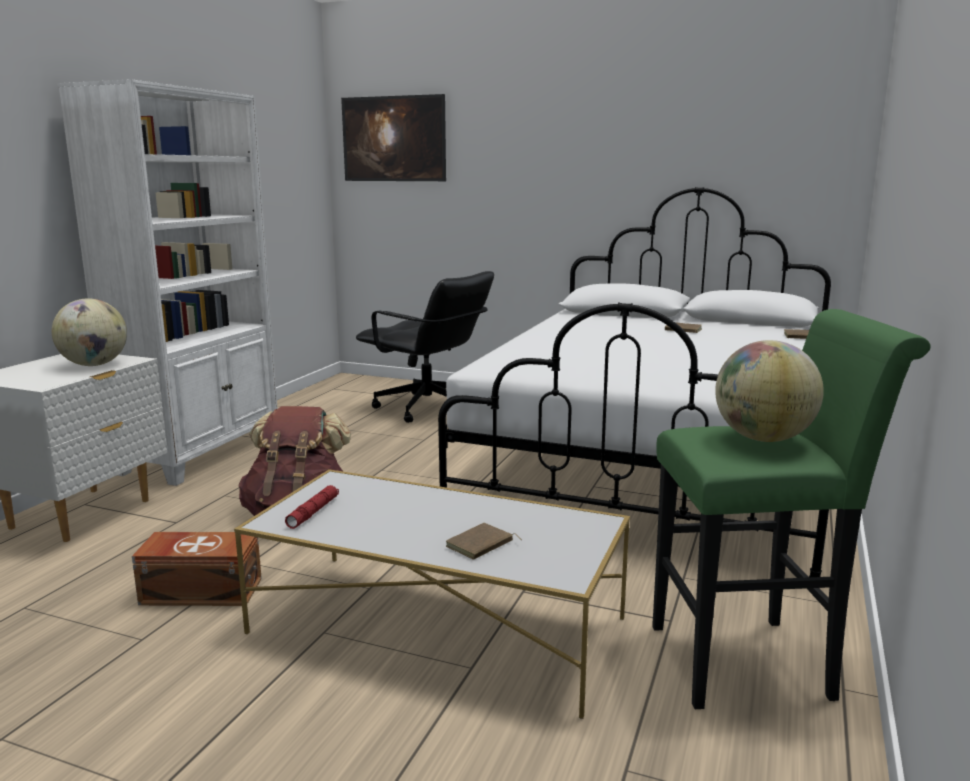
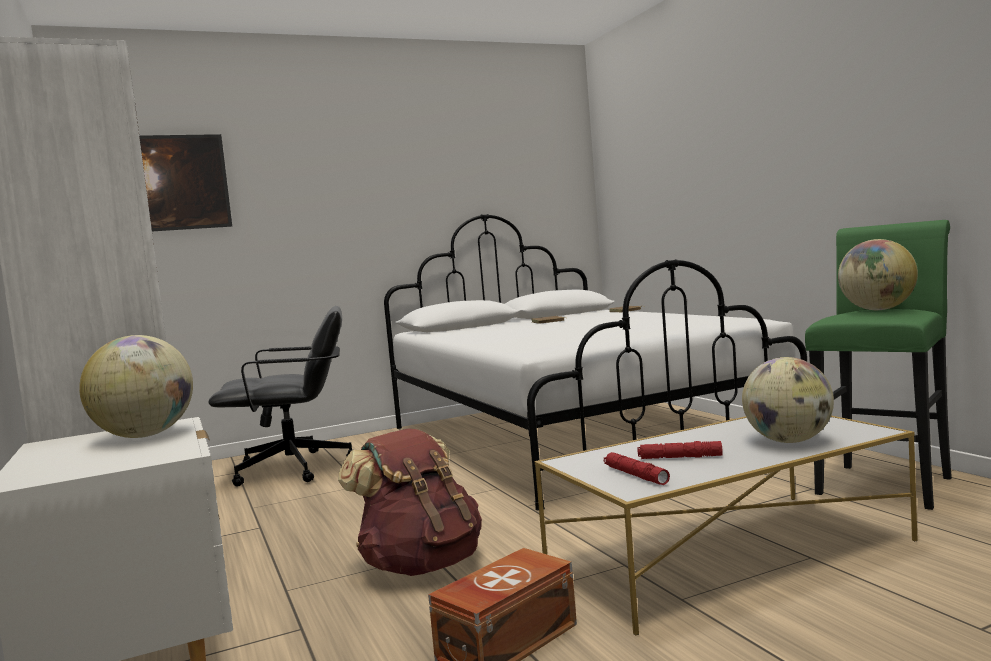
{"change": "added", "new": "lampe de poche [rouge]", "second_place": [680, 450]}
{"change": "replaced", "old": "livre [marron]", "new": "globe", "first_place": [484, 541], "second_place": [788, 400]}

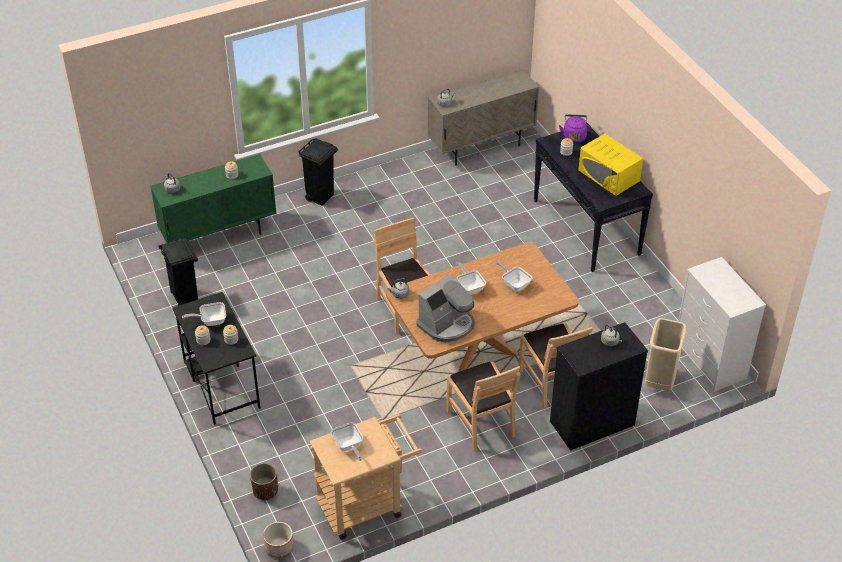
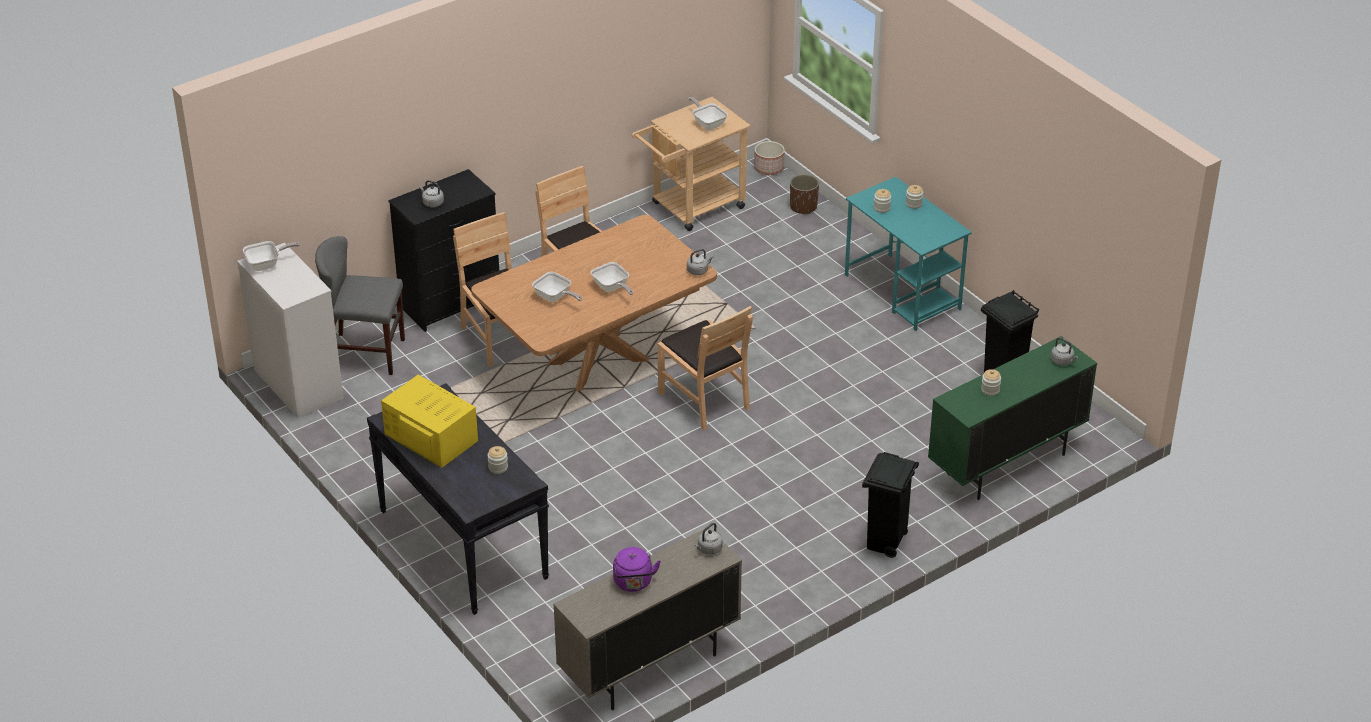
{"change": "removed", "old": "machine à café", "first_place": [446, 308]}
{"change": "moved", "old": "poêle", "first_place": [204, 314], "second_place": [271, 256]}
{"change": "moved", "old": "bouilloire [violet]", "first_place": [573, 129], "second_place": [637, 569]}
{"change": "replaced", "old": "poubelle [beige]", "new": "chaise [gris]", "first_place": [665, 354], "second_place": [360, 305]}
{"change": "recoloured", "old": "bureau [noir]", "new": "bureau [turquoise]", "first_place": [216, 358], "second_place": [908, 254]}

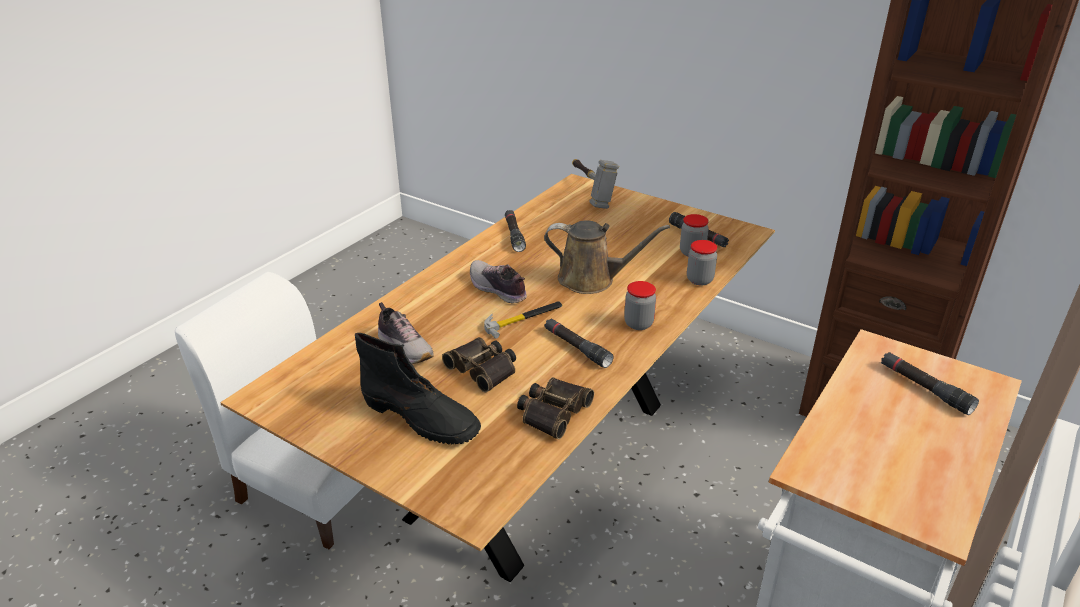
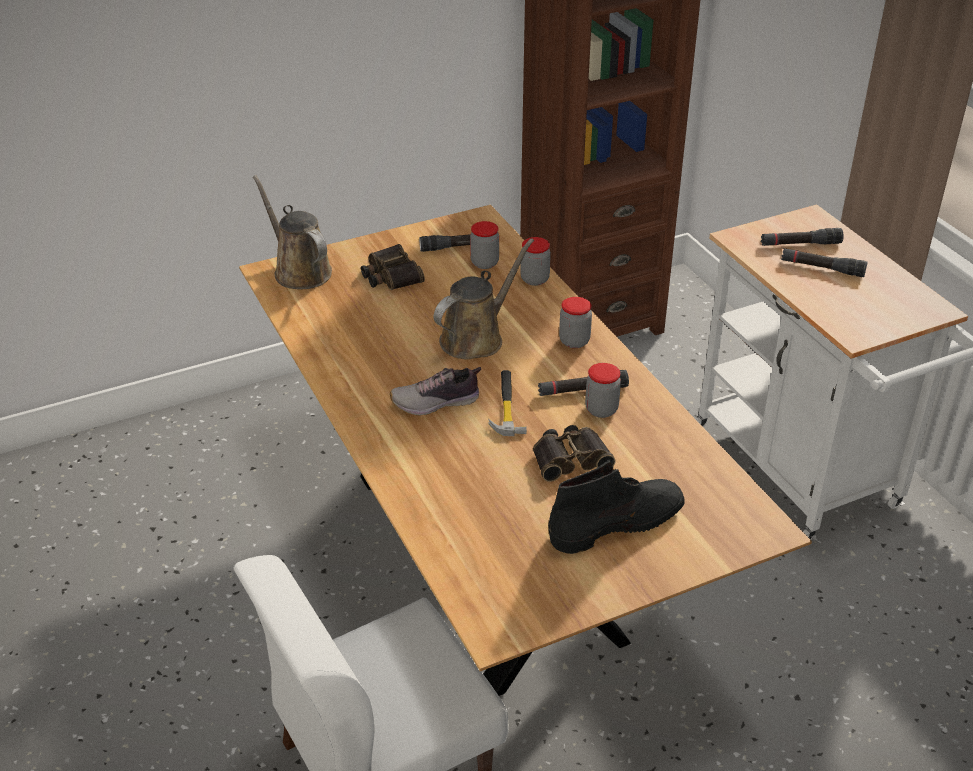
{"change": "removed", "old": "chaussure", "first_place": [406, 333]}
{"change": "added", "new": "bocal", "second_place": [603, 390]}
{"change": "moved", "old": "lampe de poche [noir]", "first_place": [515, 231], "second_place": [824, 262]}
{"change": "moved", "old": "jumelles", "first_place": [555, 408], "second_place": [393, 267]}
{"change": "replaced", "old": "marteau", "new": "arrosoir [marron]", "first_place": [595, 184], "second_place": [292, 232]}

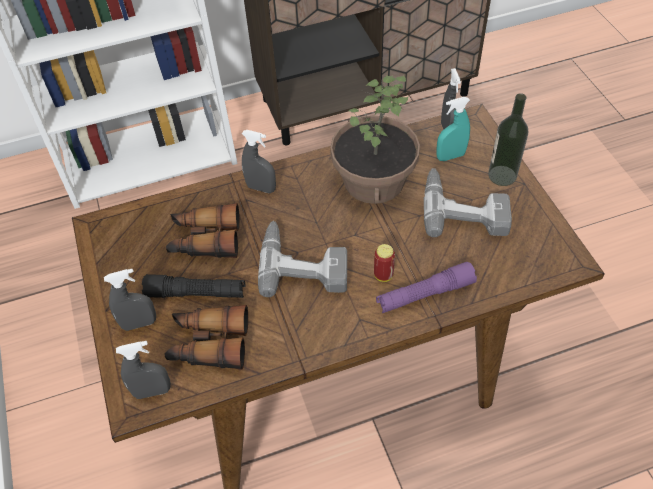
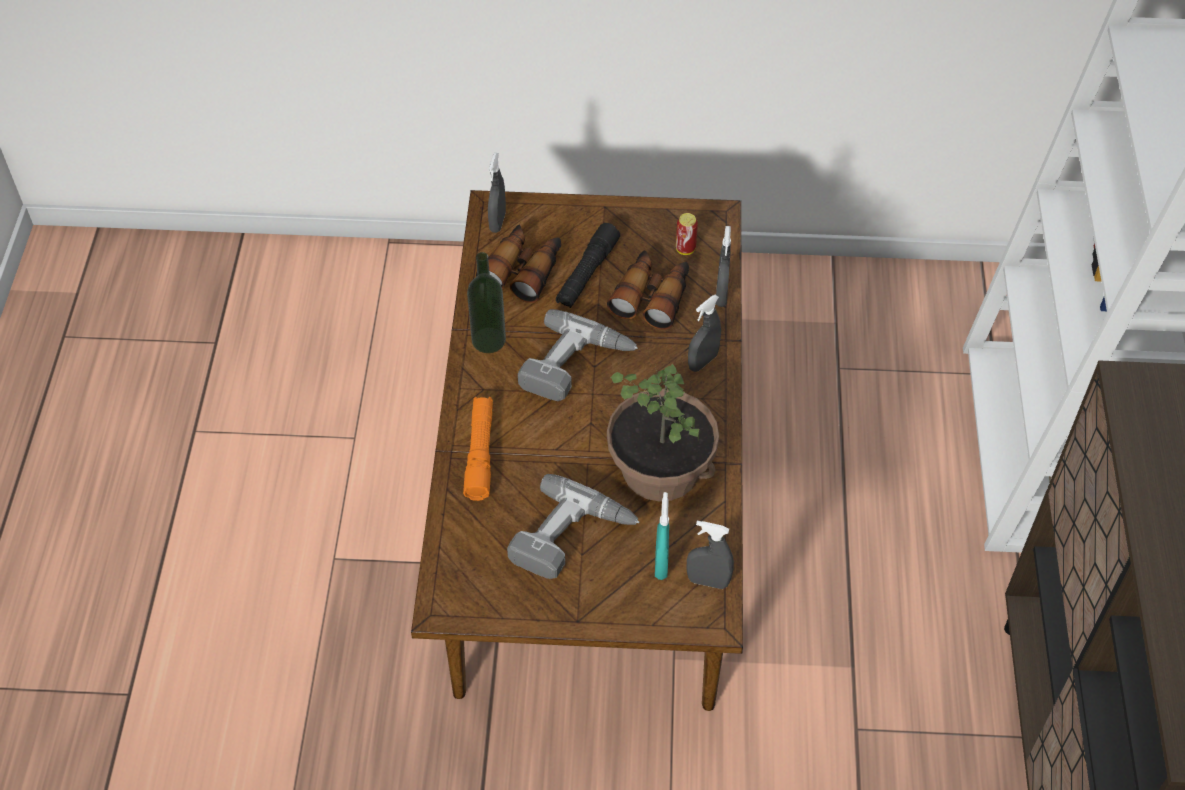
{"change": "moved", "old": "vaporisateur [gris]", "first_place": [130, 300], "second_place": [723, 266]}
{"change": "moved", "old": "boîte métallique", "first_place": [384, 263], "second_place": [687, 234]}
{"change": "moved", "old": "bouteille", "first_place": [508, 139], "second_place": [486, 302]}
{"change": "recoloured", "old": "lampe de poche [violet]", "new": "lampe de poche [orange]", "first_place": [426, 287], "second_place": [478, 449]}

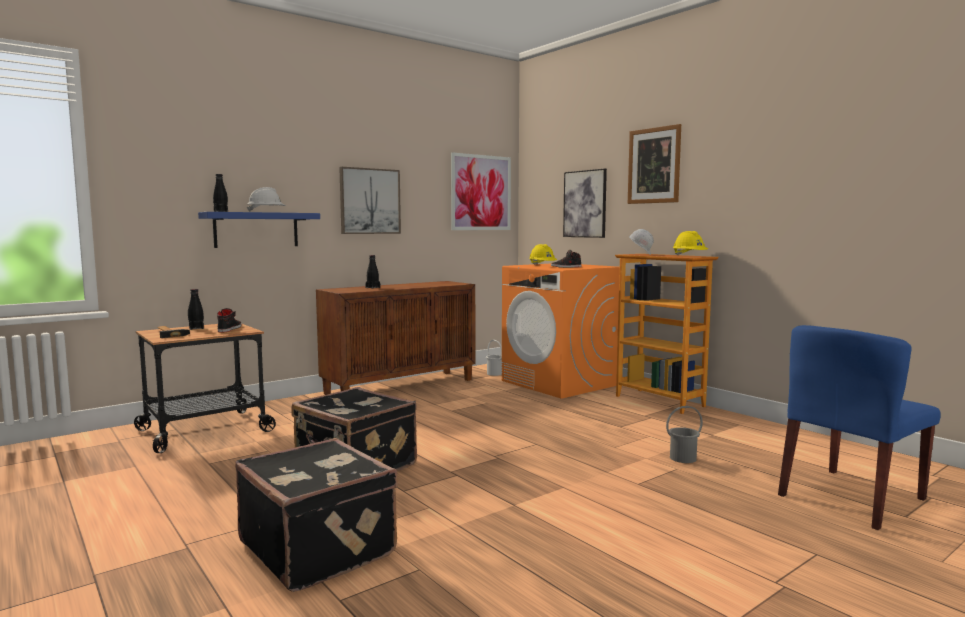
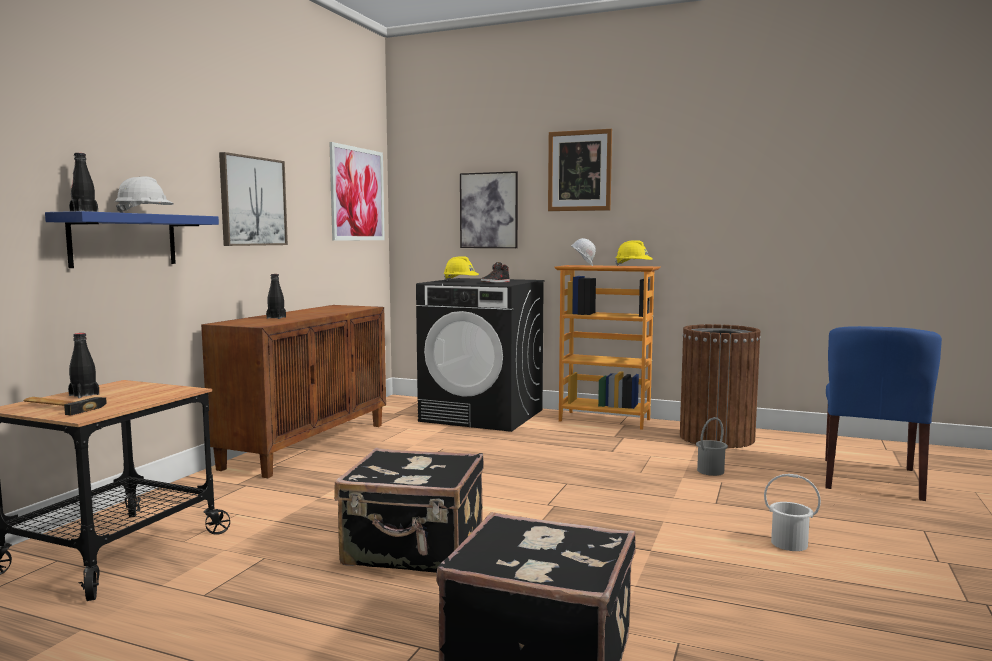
{"change": "removed", "old": "chaussure [noir]", "first_place": [229, 320]}
{"change": "added", "new": "poubelle [marron]", "second_place": [720, 386]}
{"change": "moved", "old": "seau [blanc]", "first_place": [494, 358], "second_place": [792, 512]}
{"change": "recoloured", "old": "lave-linge [orange]", "new": "lave-linge [noir]", "first_place": [561, 331], "second_place": [480, 355]}

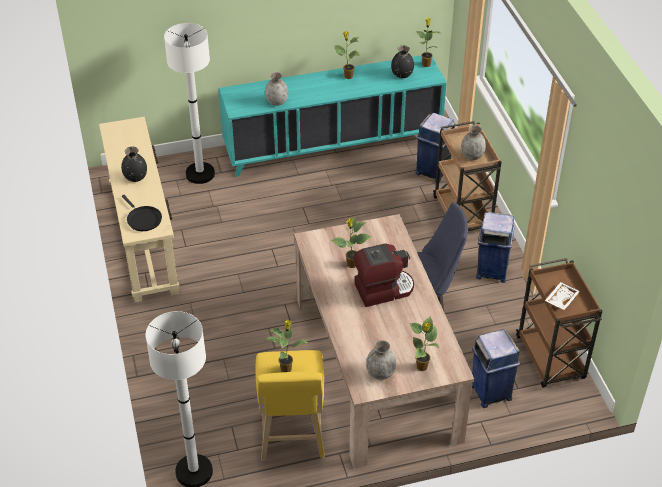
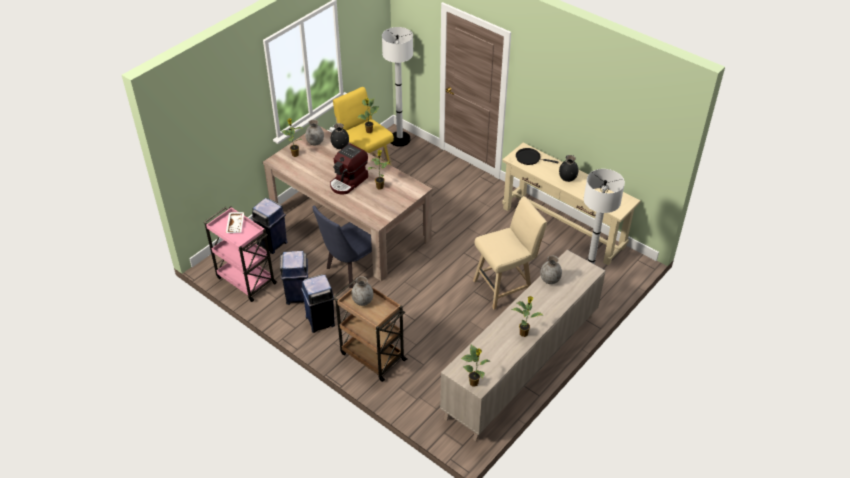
{"change": "added", "new": "tabouret [beige]", "second_place": [510, 253]}
{"change": "moved", "old": "vase [noir]", "first_place": [402, 61], "second_place": [340, 136]}
{"change": "moved", "old": "poubelle [bleu]", "first_place": [435, 147], "second_place": [294, 278]}
{"change": "recoloured", "old": "meuble de rangement [turquoise]", "new": "meuble de rangement [beige]", "first_place": [332, 116], "second_place": [523, 345]}
{"change": "recoloured", "old": "chariot [marron]", "new": "chariot [rose]", "first_place": [559, 323], "second_place": [240, 254]}

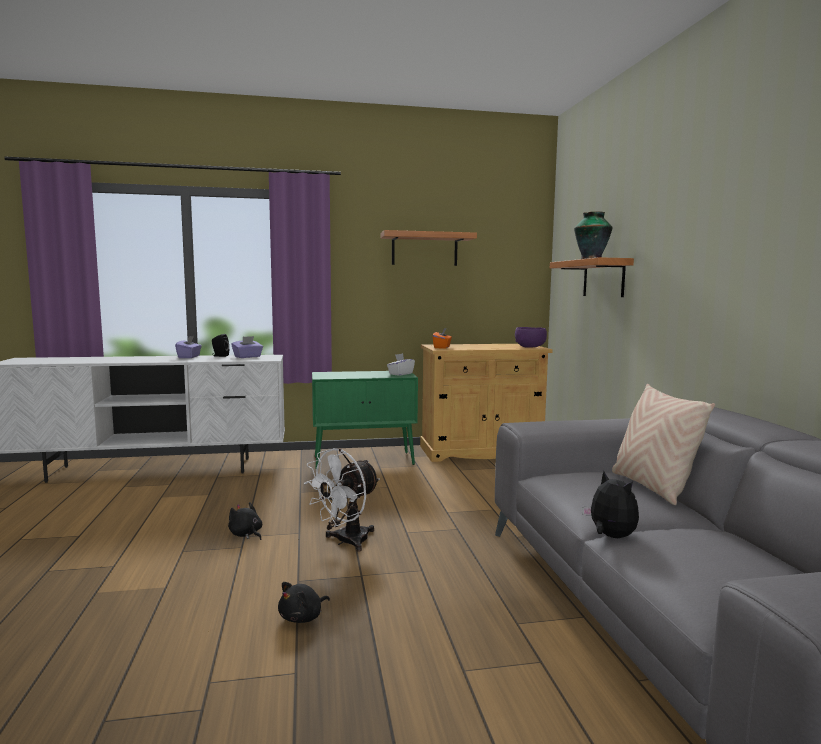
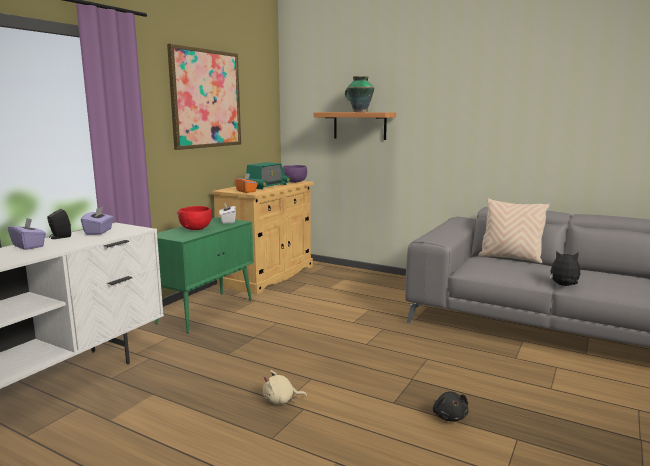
{"change": "removed", "old": "ventilateur [blanc]", "first_place": [342, 500]}
{"change": "added", "new": "bol [rouge]", "second_place": [194, 218]}
{"change": "added", "new": "radio", "second_place": [268, 175]}
{"change": "replaced", "old": "étagère", "new": "tableau", "first_place": [428, 248], "second_place": [204, 97]}
{"change": "recoloured", "old": "peluche [noir]", "new": "peluche [beige]", "first_place": [245, 521], "second_place": [285, 387]}

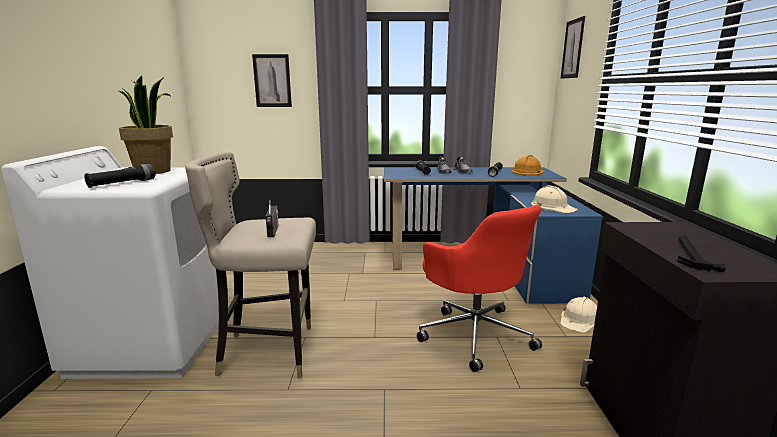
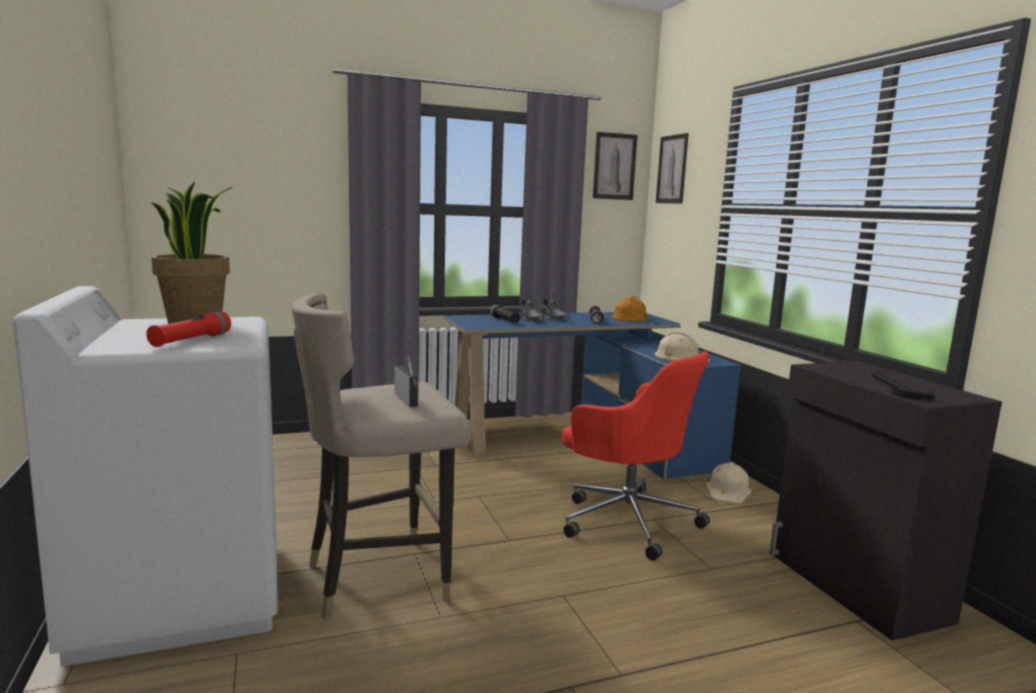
{"change": "moved", "old": "tableau", "first_place": [272, 80], "second_place": [615, 166]}
{"change": "recoloured", "old": "lampe de poche [noir]", "new": "lampe de poche [rouge]", "first_place": [120, 176], "second_place": [188, 329]}

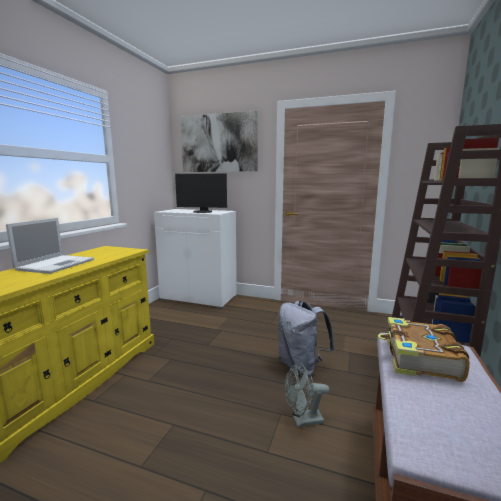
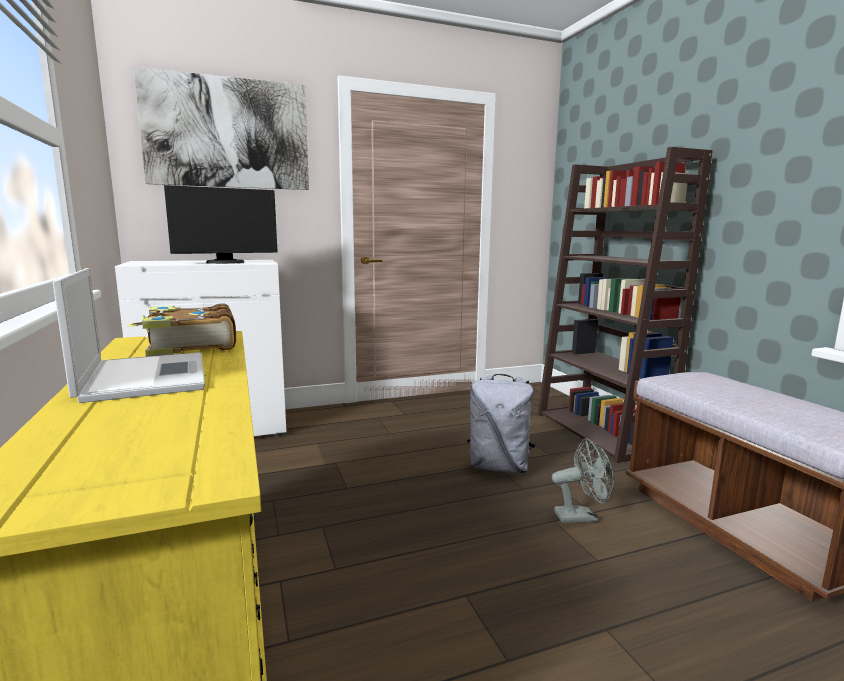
{"change": "moved", "old": "livre", "first_place": [424, 349], "second_place": [182, 330]}
{"change": "turned", "old": "ventilateur [gris]", "first_place": [307, 394], "second_place": [583, 480], "degrees": -135}

